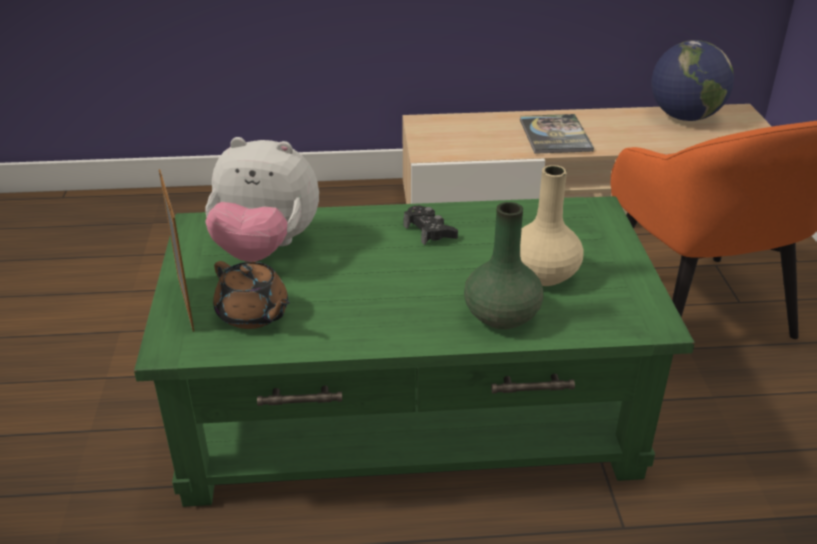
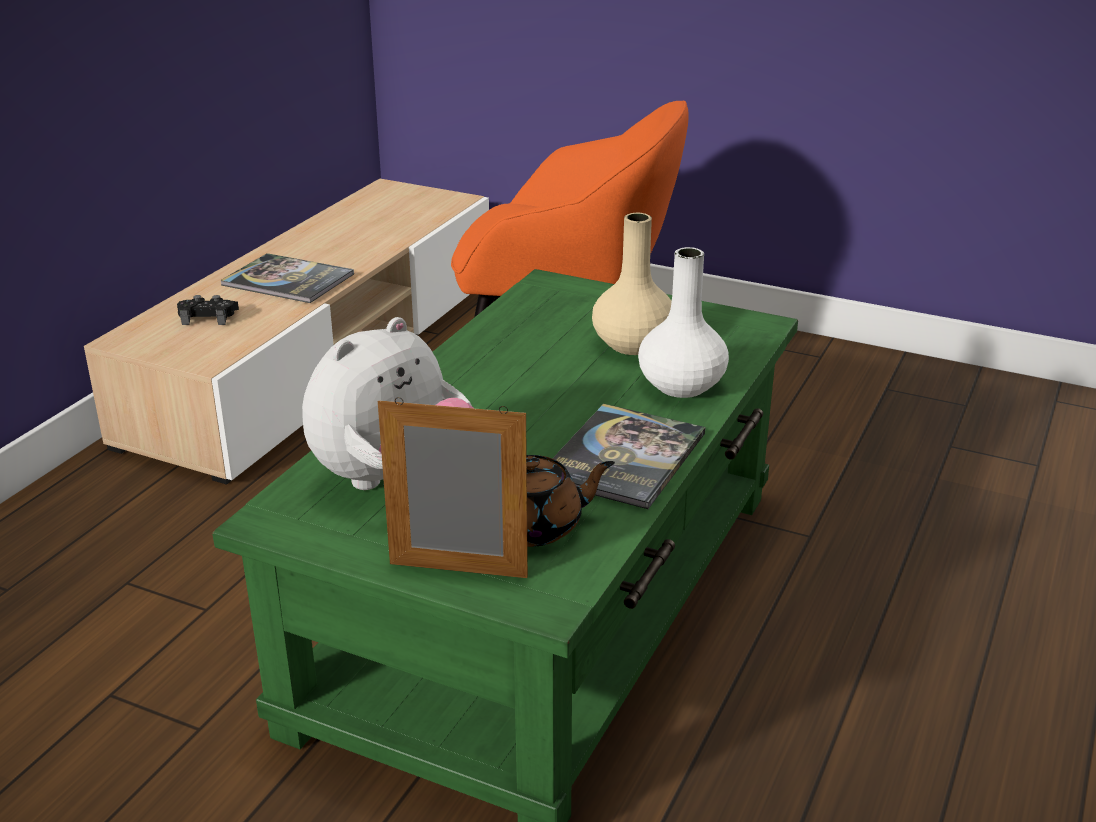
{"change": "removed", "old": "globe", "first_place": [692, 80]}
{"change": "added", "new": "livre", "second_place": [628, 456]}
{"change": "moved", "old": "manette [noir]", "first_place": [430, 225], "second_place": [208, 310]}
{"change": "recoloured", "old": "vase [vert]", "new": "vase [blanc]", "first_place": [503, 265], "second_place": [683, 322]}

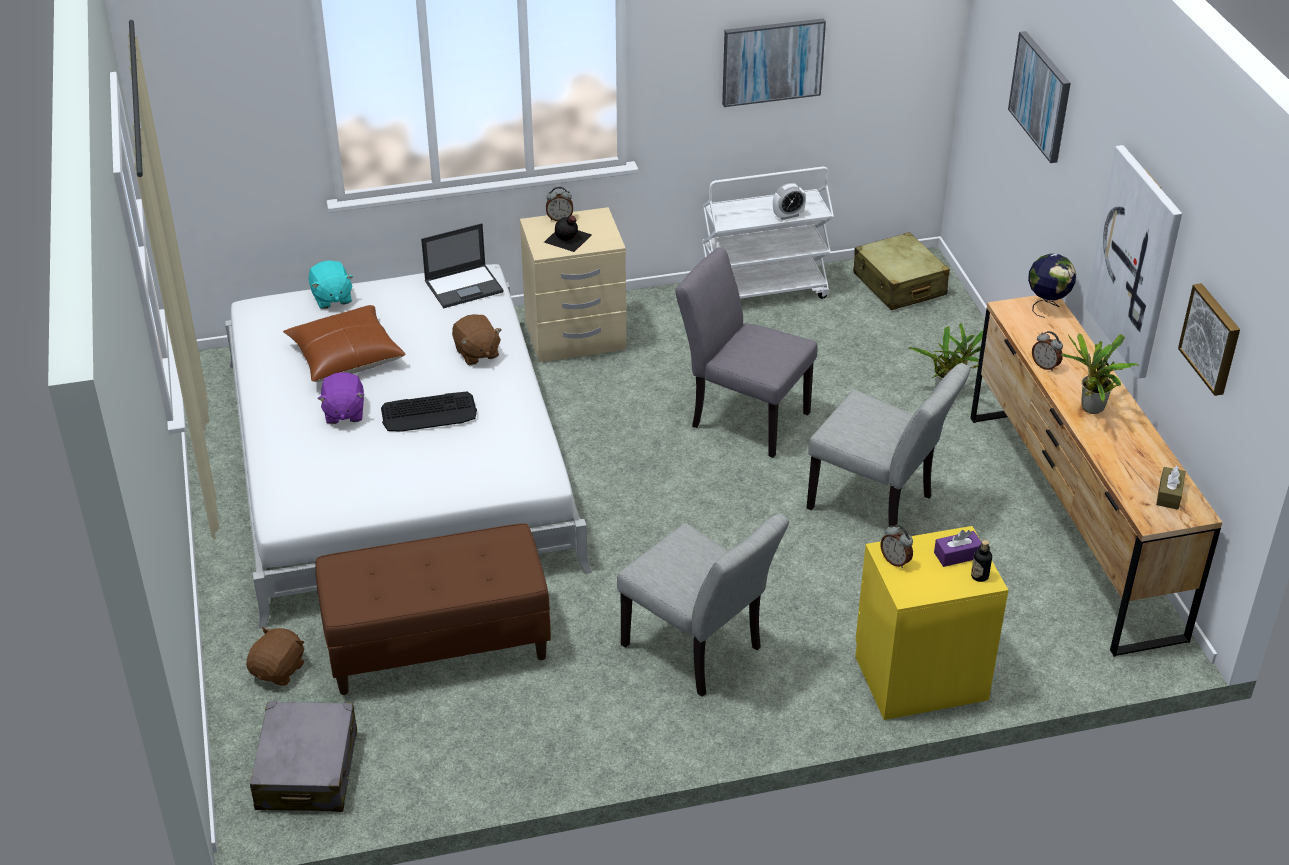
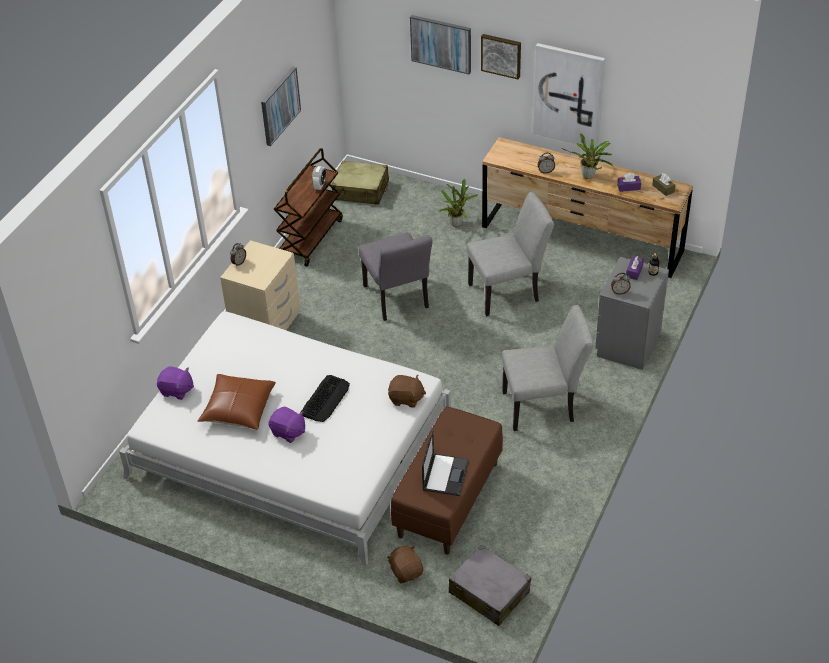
{"change": "removed", "old": "bouteille [noir]", "first_place": [568, 234]}
{"change": "removed", "old": "globe", "first_place": [1052, 286]}
{"change": "added", "new": "boîte à mouchoirs [violet]", "second_place": [629, 182]}
{"change": "moved", "old": "ordinateur portable", "first_place": [462, 265], "second_place": [445, 463]}
{"change": "moved", "old": "peluche [marron]", "first_place": [477, 339], "second_place": [407, 391]}
{"change": "moved", "old": "tableau", "first_place": [1209, 339], "second_place": [501, 56]}
{"change": "recoloured", "old": "peluche [turquoise]", "new": "peluche [violet]", "first_place": [330, 284], "second_place": [175, 383]}
{"change": "recoloured", "old": "chariot [blanc]", "new": "chariot [marron]", "first_place": [768, 233], "second_place": [308, 207]}
{"change": "recoloured", "old": "table de chevet [jaune]", "new": "table de chevet [gris]", "first_place": [931, 623], "second_place": [632, 313]}
{"change": "turned", "old": "chaise [gris]", "first_place": [746, 352], "second_place": [396, 276], "degrees": -90}

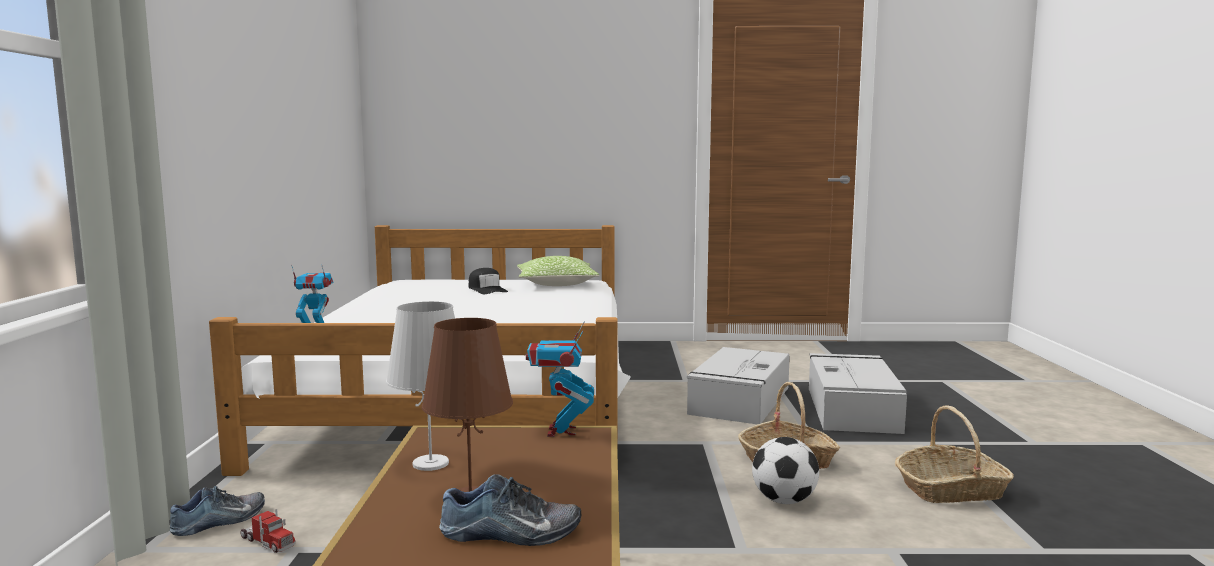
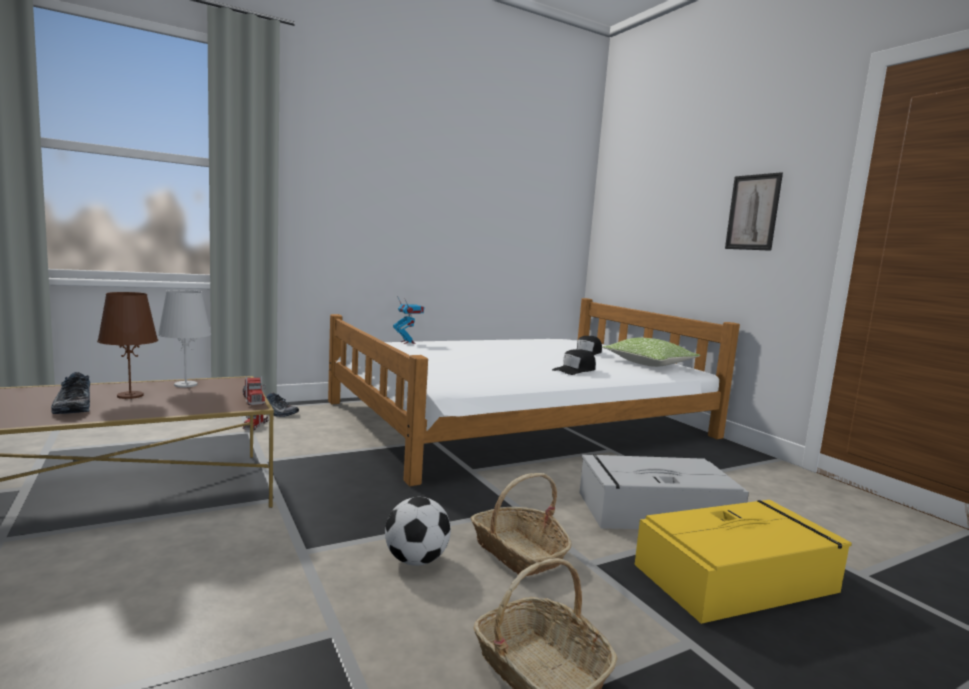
{"change": "added", "new": "casquette [noir]", "second_place": [574, 362]}
{"change": "added", "new": "tableau", "second_place": [754, 211]}
{"change": "replaced", "old": "robot jouet", "new": "camion jouet", "first_place": [560, 379], "second_place": [253, 390]}
{"change": "recoloured", "old": "boîte de rangement [gris]", "new": "boîte de rangement [jaune]", "first_place": [858, 393], "second_place": [743, 562]}

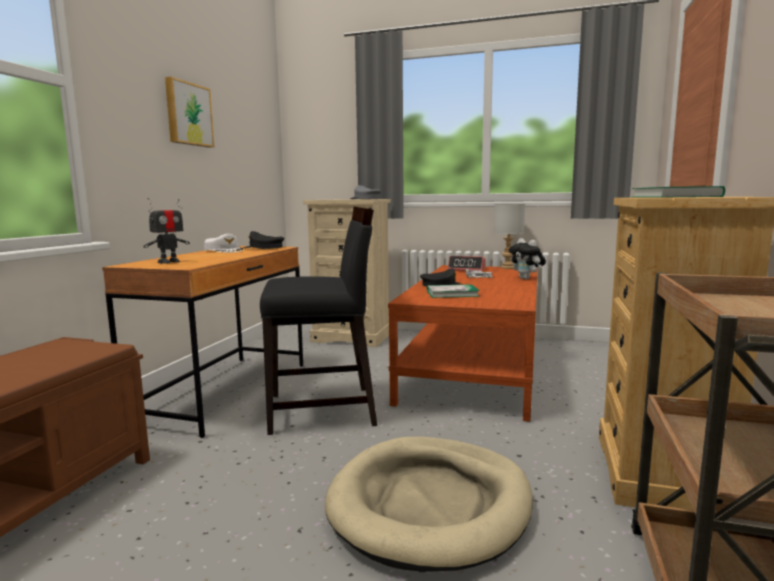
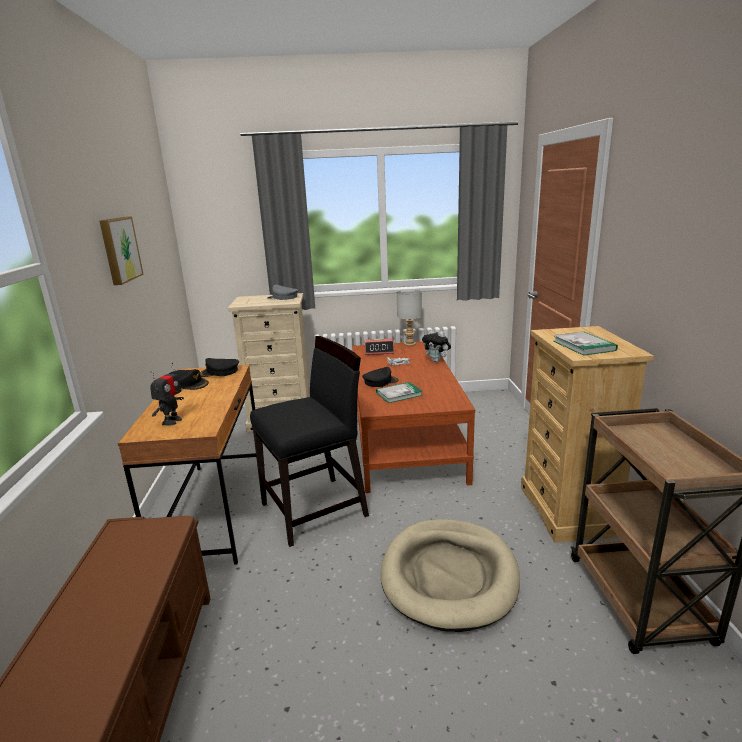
{"change": "recoloured", "old": "casquette [blanc]", "new": "casquette [noir]", "first_place": [223, 243], "second_place": [189, 379]}

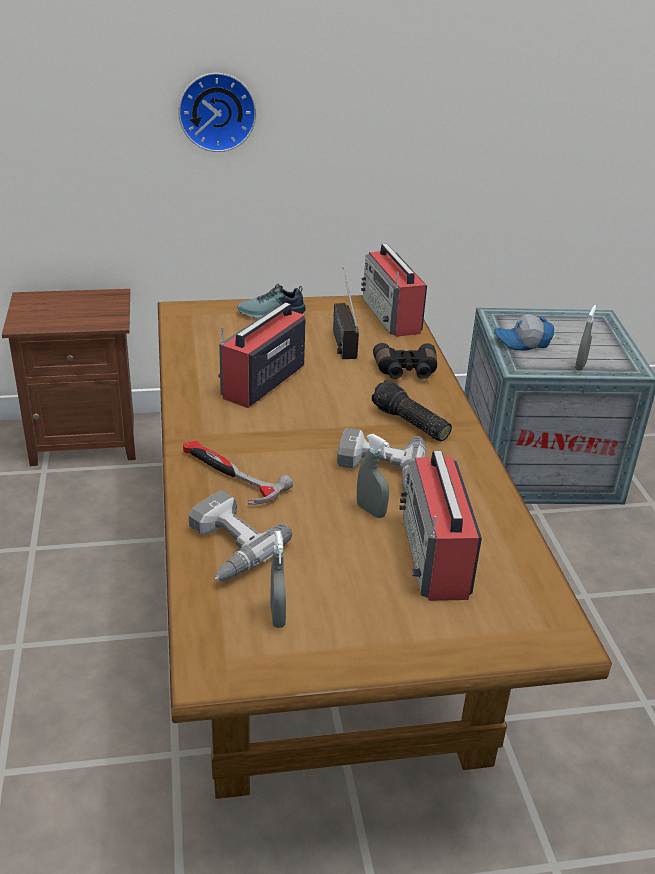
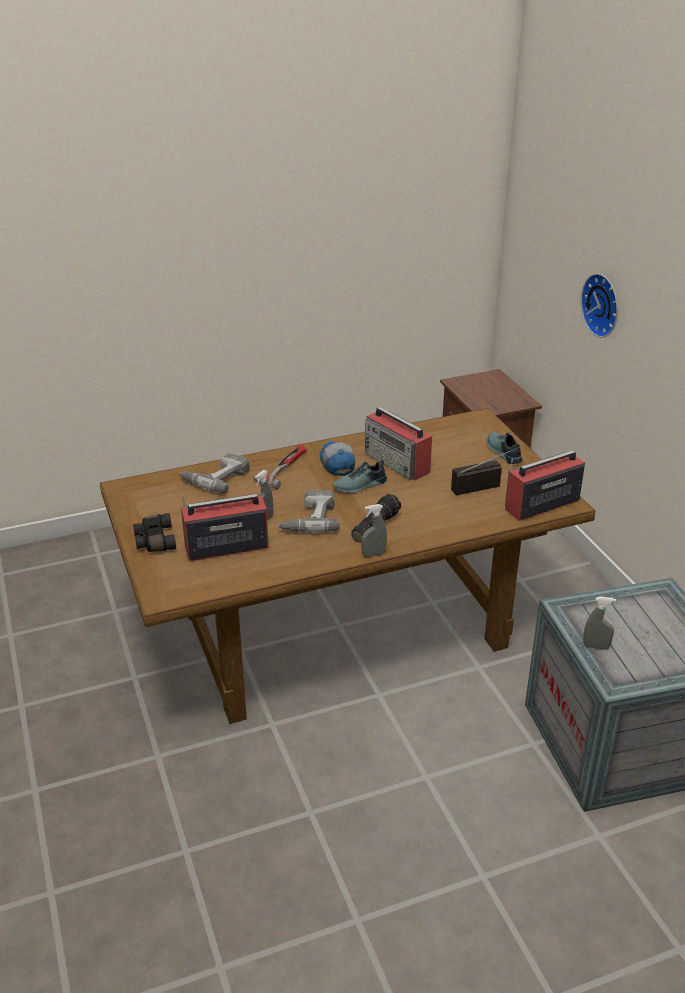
{"change": "added", "new": "chaussure", "second_place": [360, 476]}
{"change": "moved", "old": "vaporisateur [gris]", "first_place": [278, 579], "second_place": [374, 530]}
{"change": "moved", "old": "jumelles [noir]", "first_place": [405, 361], "second_place": [154, 532]}
{"change": "moved", "old": "casquette", "first_place": [524, 332], "second_place": [337, 458]}
{"change": "turned", "old": "radio", "first_place": [262, 355], "second_place": [398, 443], "degrees": -150}

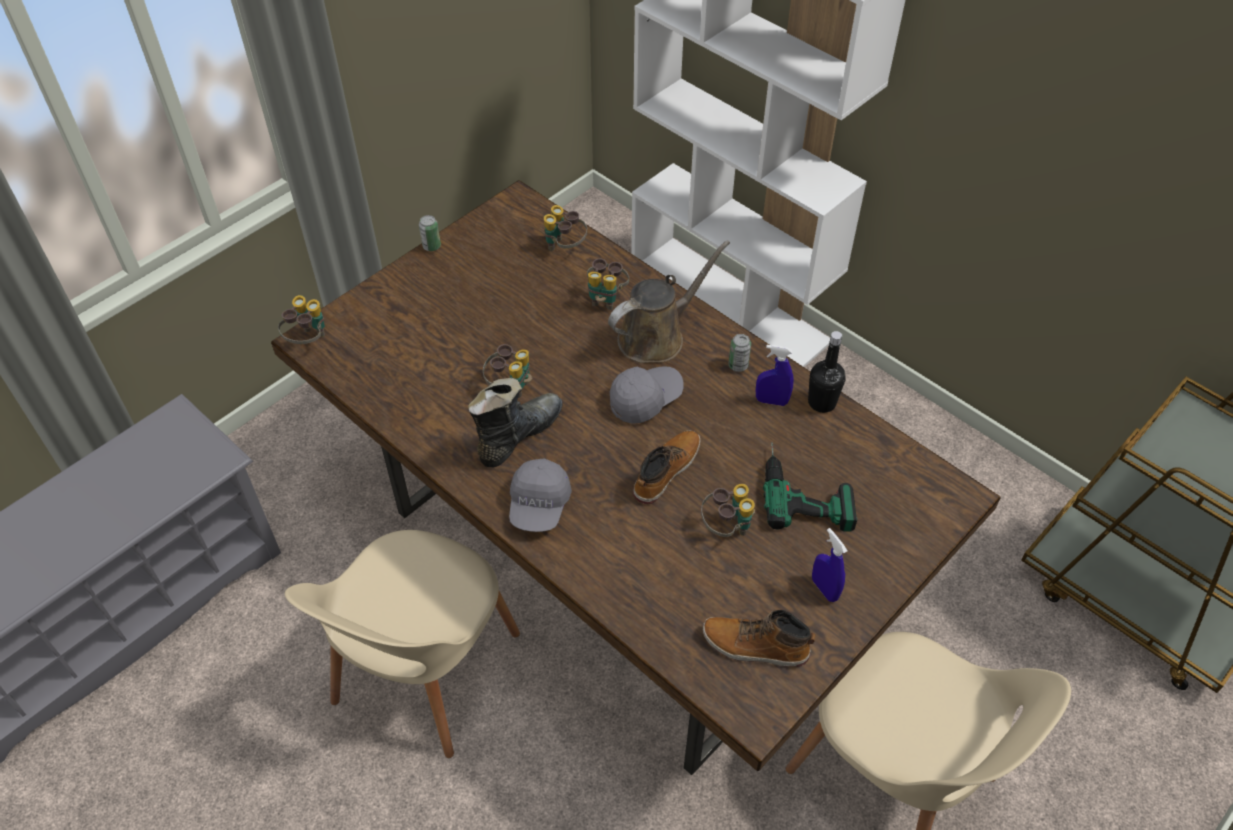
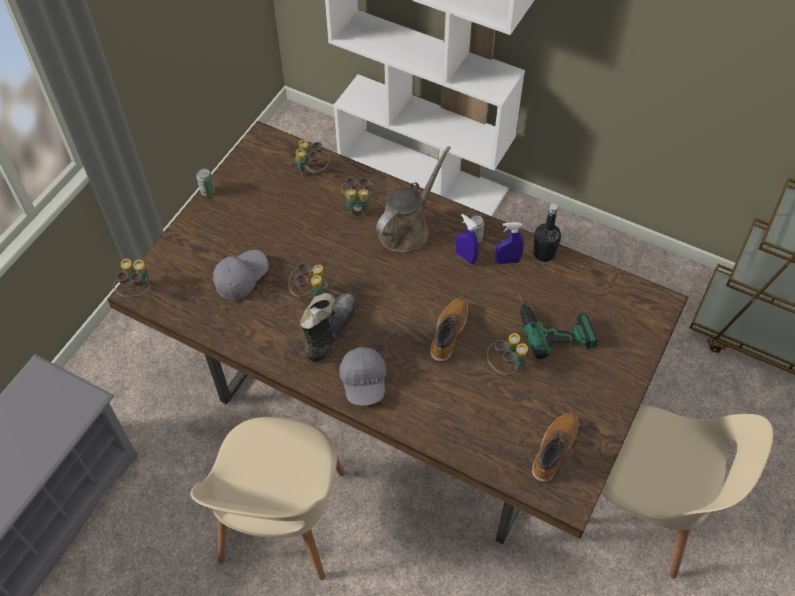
{"change": "moved", "old": "casquette [gris]", "first_place": [646, 395], "second_place": [240, 275]}
{"change": "moved", "old": "vaporisateur [bleu]", "first_place": [829, 565], "second_place": [467, 239]}
{"change": "turned", "old": "botte", "first_place": [759, 638], "second_place": [555, 448], "degrees": 120}

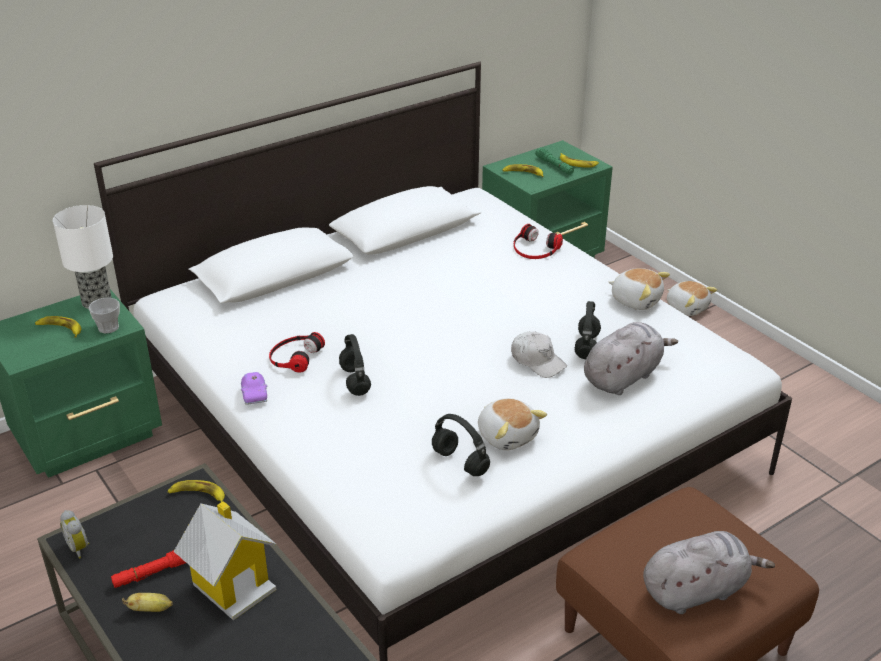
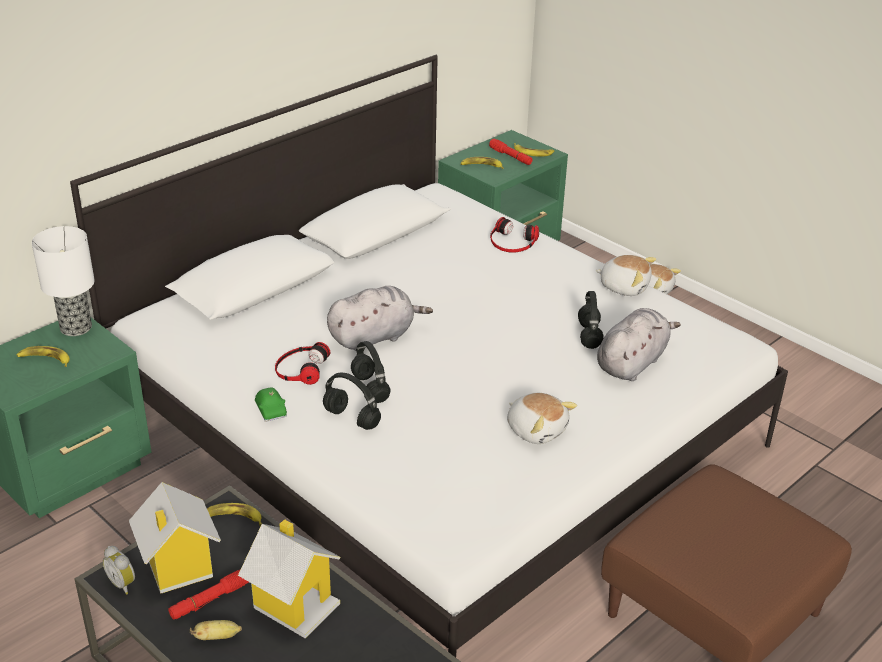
{"change": "removed", "old": "tasse", "first_place": [104, 315]}
{"change": "removed", "old": "casquette [blanc]", "first_place": [539, 355]}
{"change": "added", "new": "maison miniature", "second_place": [175, 538]}
{"change": "moved", "old": "casque audio [noir]", "first_place": [461, 445], "second_place": [352, 401]}
{"change": "moved", "old": "peluche [gris]", "first_place": [709, 572], "second_place": [380, 319]}
{"change": "recoloured", "old": "petite voiture [violet]", "new": "petite voiture [vert]", "first_place": [254, 388], "second_place": [271, 404]}
{"change": "recoloured", "old": "lampe de poche [vert]", "new": "lampe de poche [rouge]", "first_place": [555, 161], "second_place": [510, 152]}

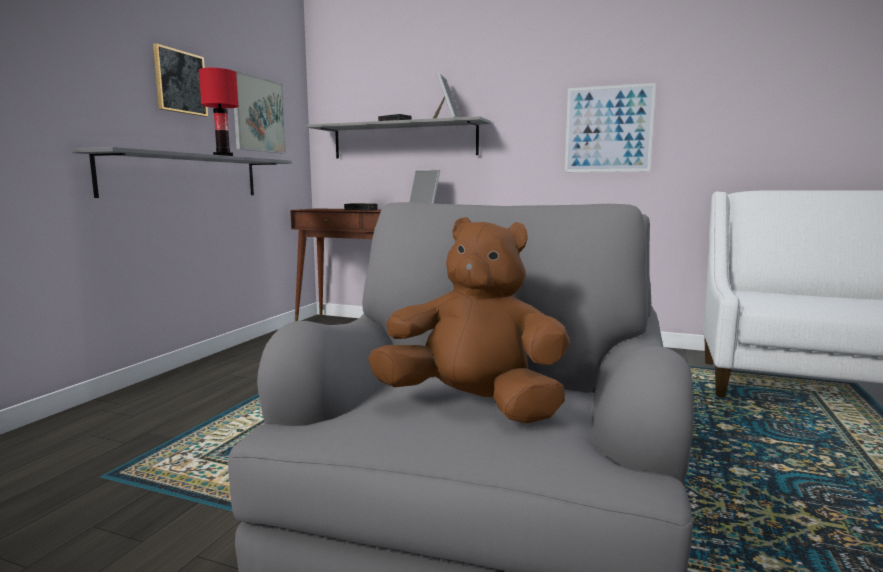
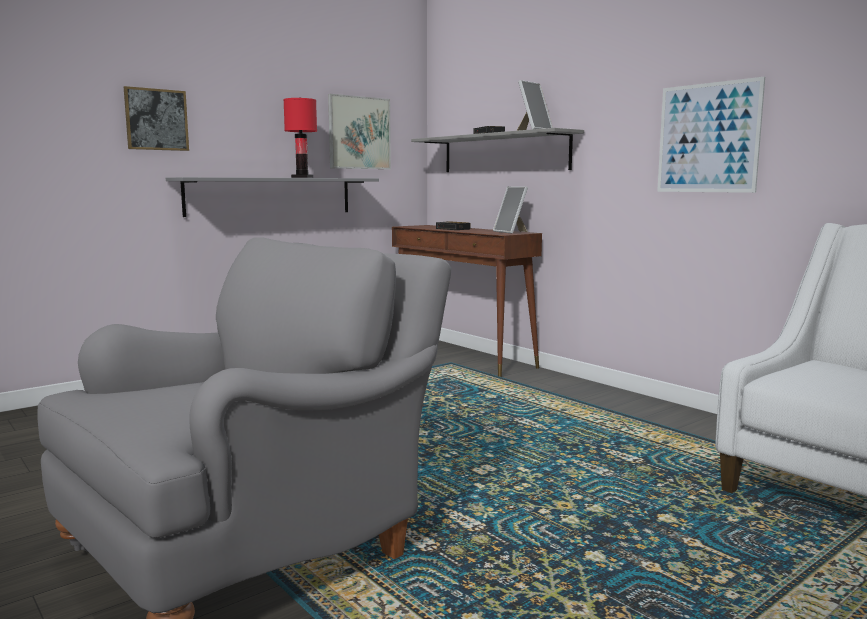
{"change": "removed", "old": "peluche [marron]", "first_place": [469, 320]}
{"change": "moved", "old": "tableau", "first_place": [180, 80], "second_place": [156, 118]}

